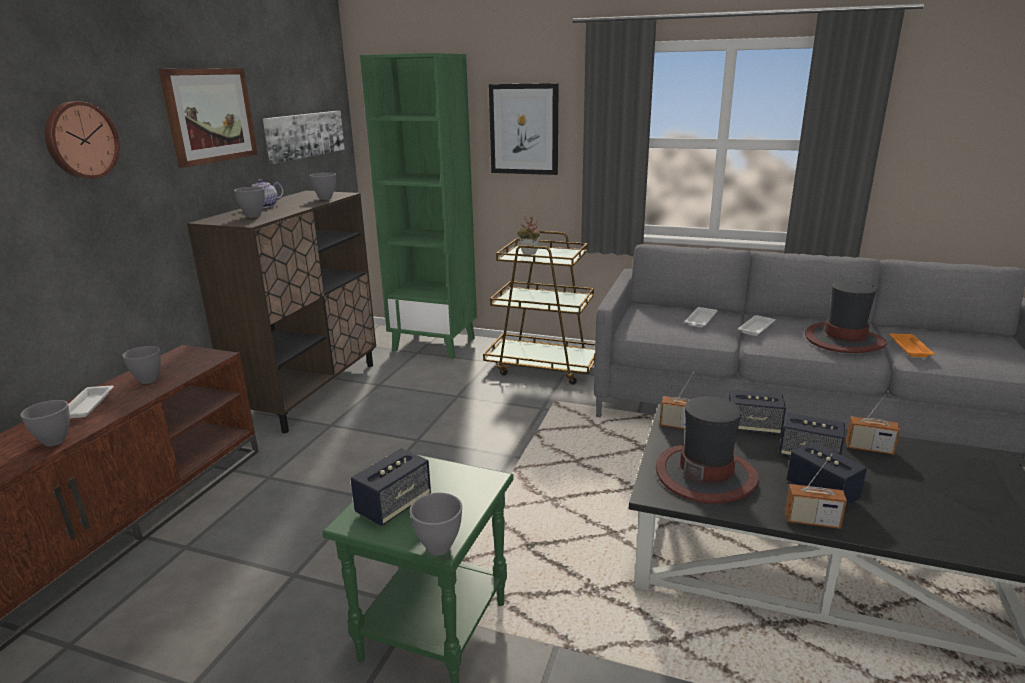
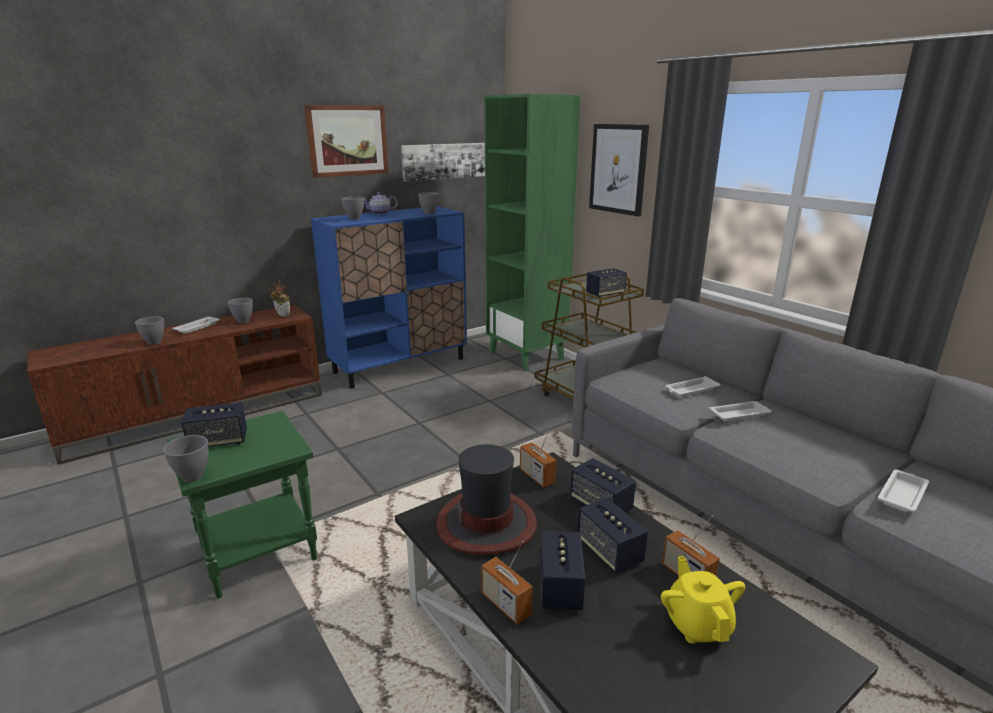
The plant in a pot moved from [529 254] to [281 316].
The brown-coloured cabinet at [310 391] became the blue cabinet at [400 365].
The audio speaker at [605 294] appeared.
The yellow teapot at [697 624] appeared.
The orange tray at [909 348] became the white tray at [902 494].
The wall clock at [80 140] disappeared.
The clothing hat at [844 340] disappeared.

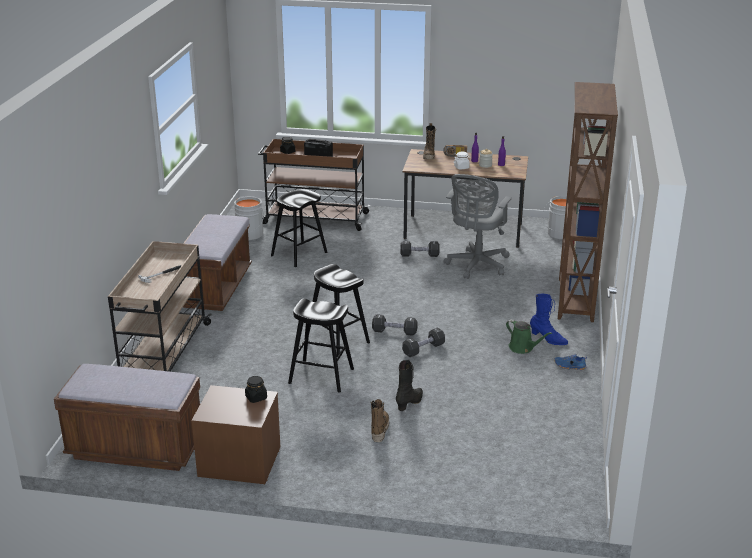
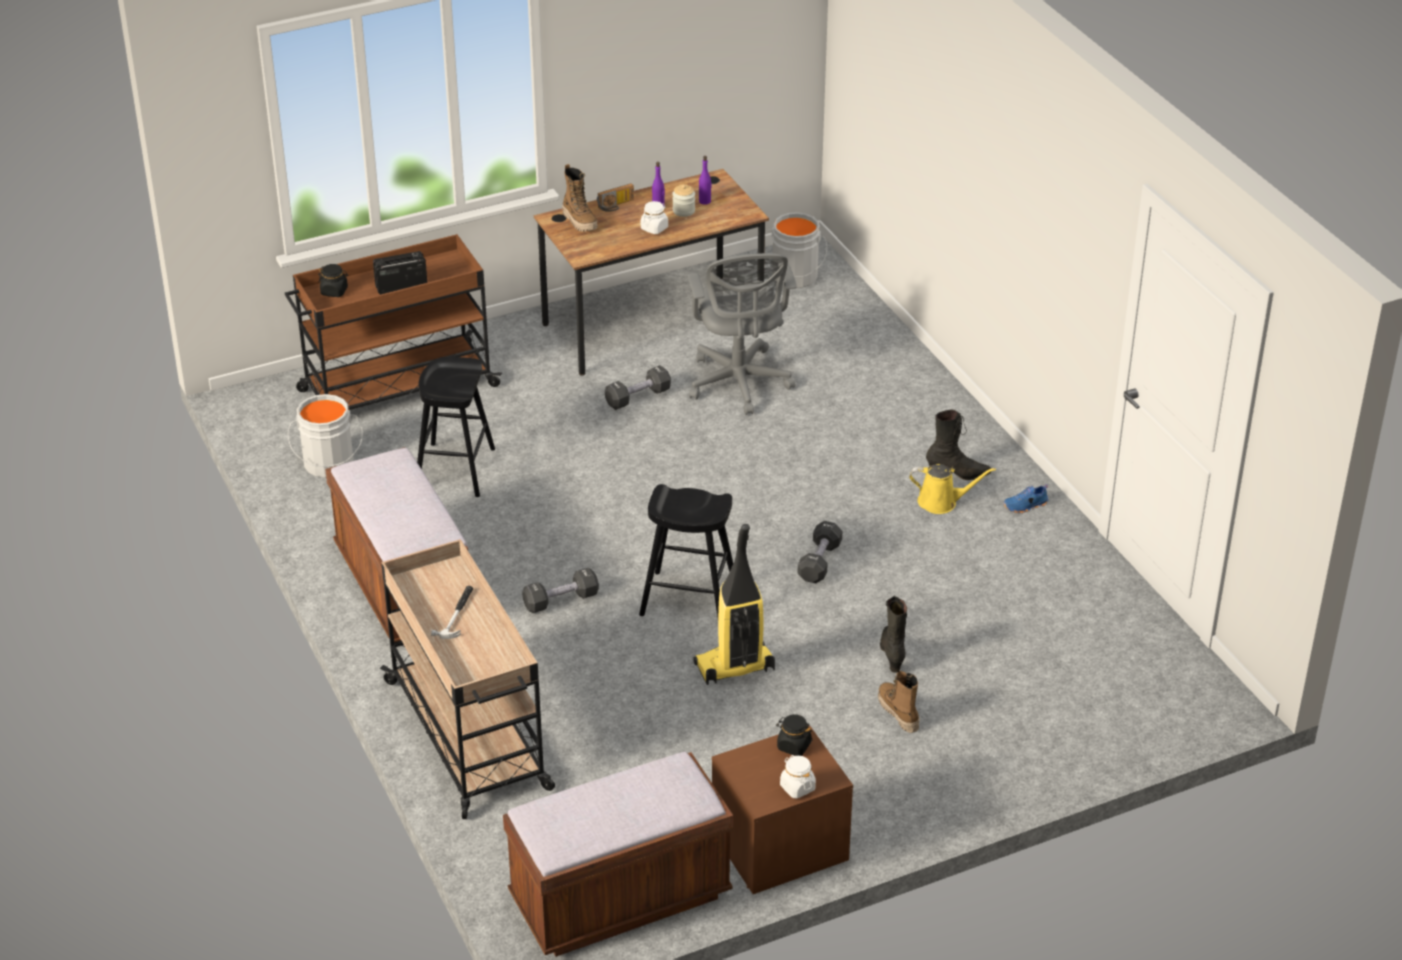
The blackish dumbbell moved from [394 332] to [561 600].
The blackish sitting stool at [321 376] was replaced by the hoover at [734 668].
The white jar at [797 787] appeared.
The greenish watering can at [523 348] became the yellow watering can at [941 502].
The blue tall boot at [548 339] became the blackish tall boot at [958 473].
The brown-coloured bookcase at [574 300] disappeared.

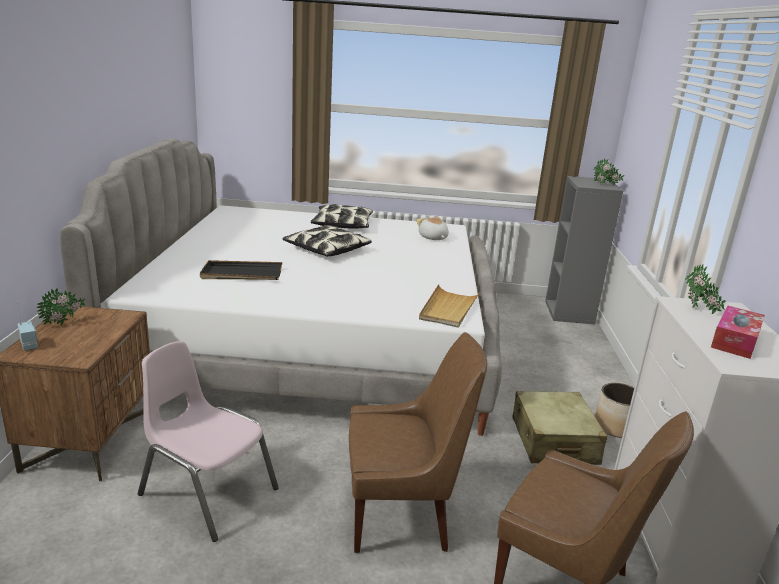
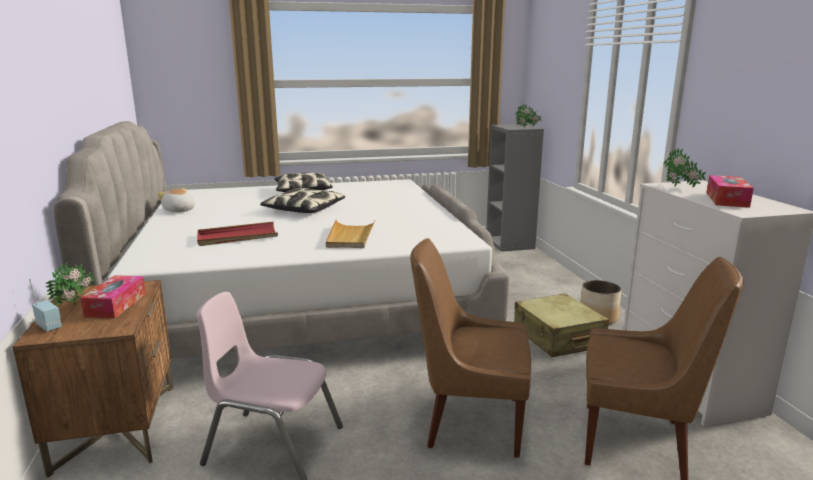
The tissue holder at [116 305] appeared.
The plush toy moved from [433 238] to [179 210].
The blackish tray at [241 274] became the red-coloured tray at [237 237].
The sand-coloured tray moved from [448 309] to [350 236].
The brown-coloured upright chair at [402 515] turned 150 degrees counterclockwise.

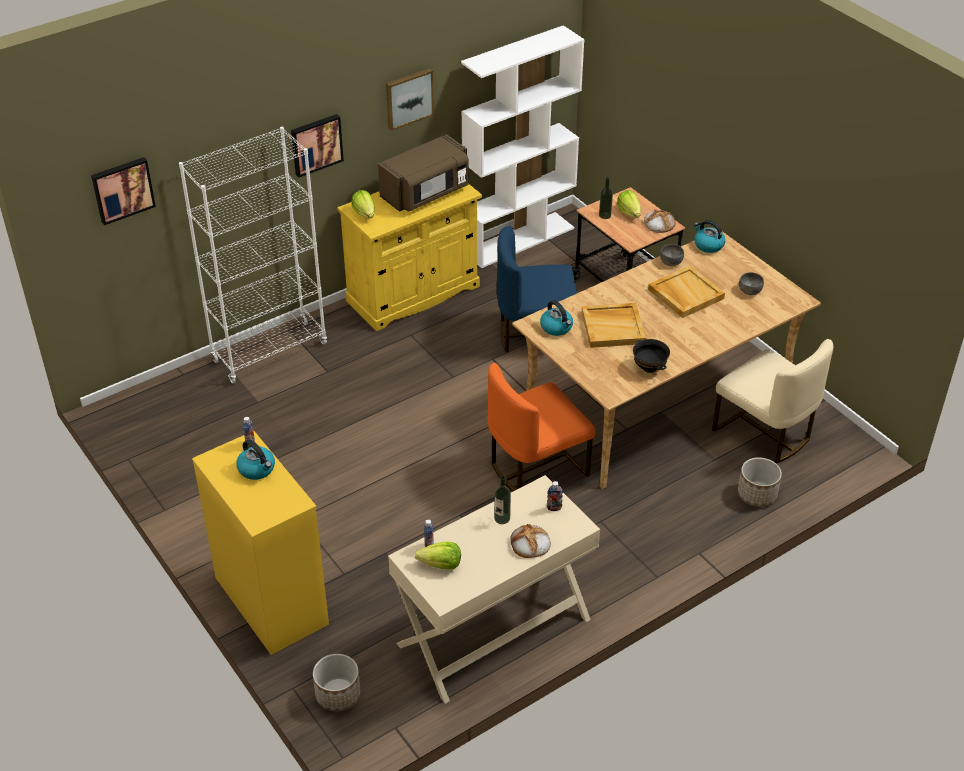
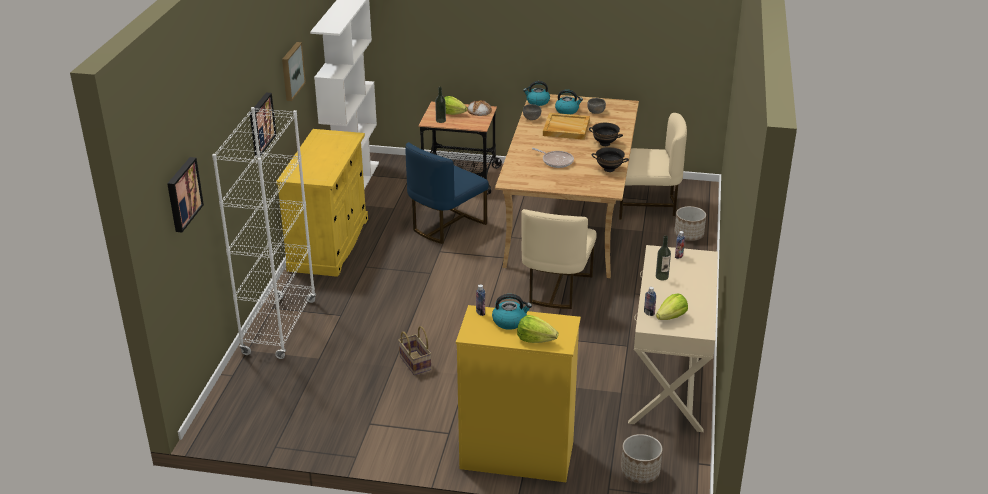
The household basket at [414 363] appeared.
The lettuce moved from [365 213] to [535 340].
The orange upright chair at [536 466] became the sand-coloured upright chair at [556 288].
The sand-coloured tray at [613 327] was replaced by the pan at [556 161].
The kettle moved from [557 327] to [567 110].
The blackish deep dish at [604 144] appeared.
The brown-coloured kitchen microwave at [426 193] disappeared.
The baked bread at [530 544] disappeared.

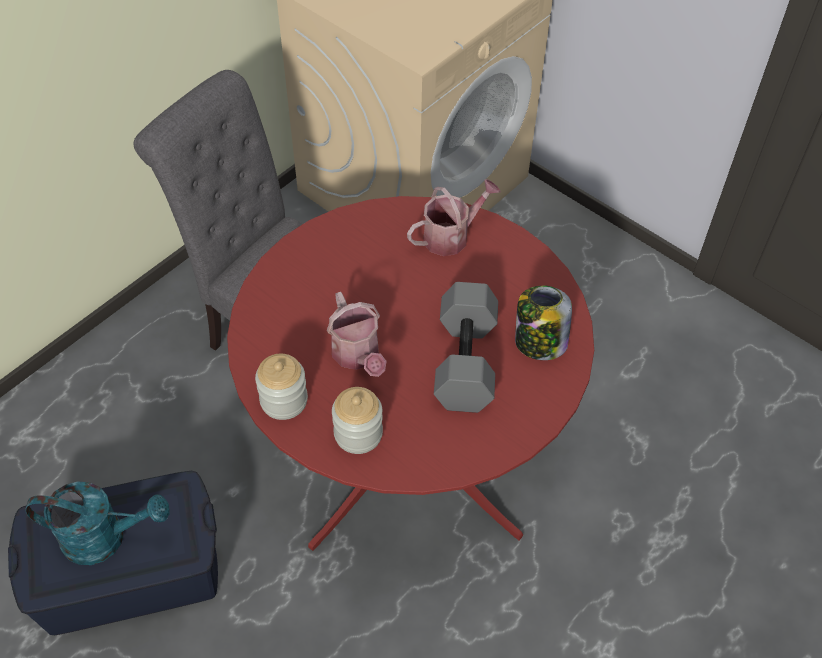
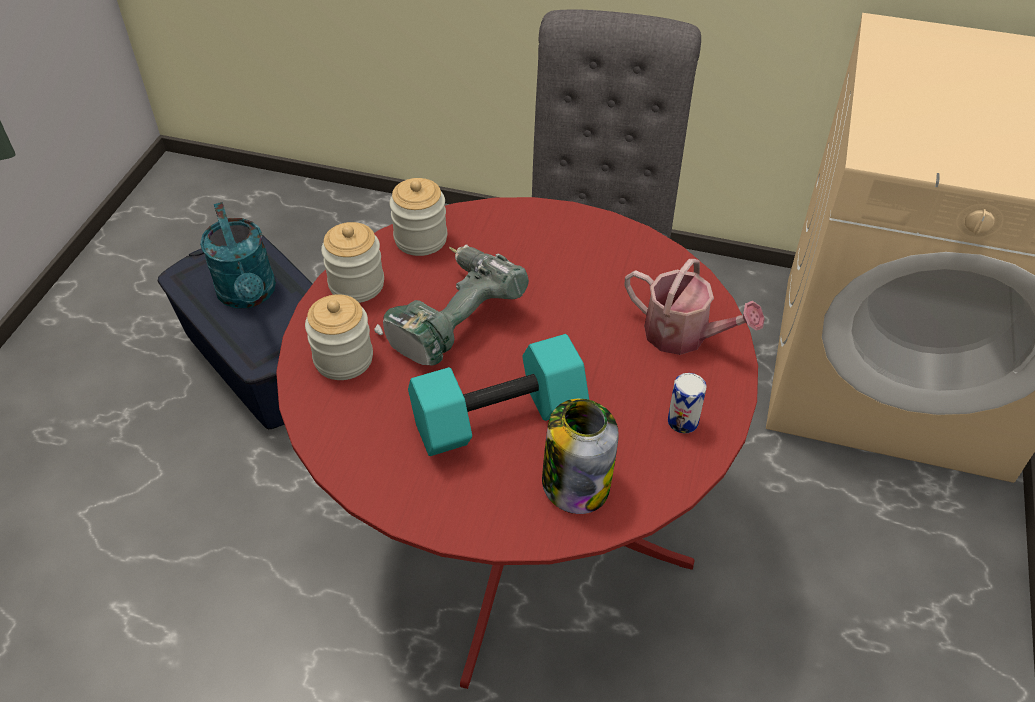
The watering can at [358 355] was replaced by the power drill at [449 319].
The jar at [420 239] appeared.
The greyish dumbbell at [467 363] became the turquoise-coloured dumbbell at [498 420].
The metal can at [683 421] appeared.

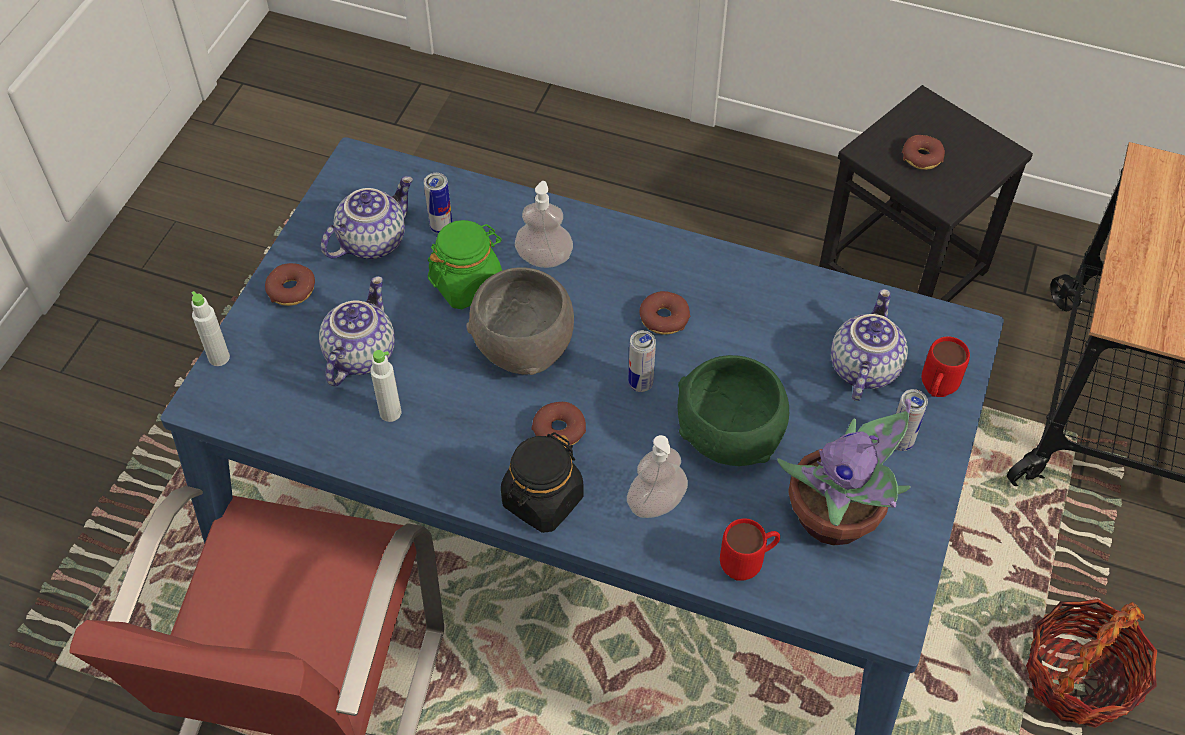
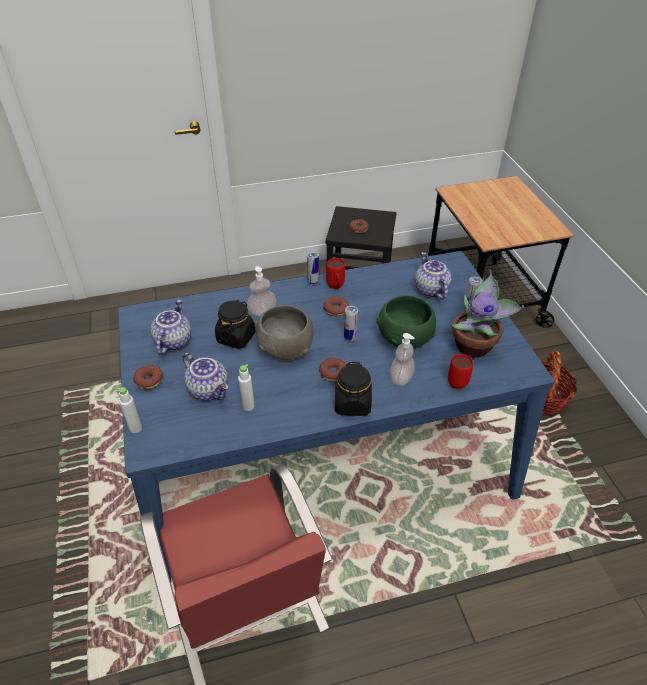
The teapot at [359 354] turned 150 degrees clockwise.
The greenish jar at [467 284] became the blackish jar at [236 337].
The metal can moved from [441 227] to [313 282].
The red-coloured tea mug moved from [935 392] to [335 287].

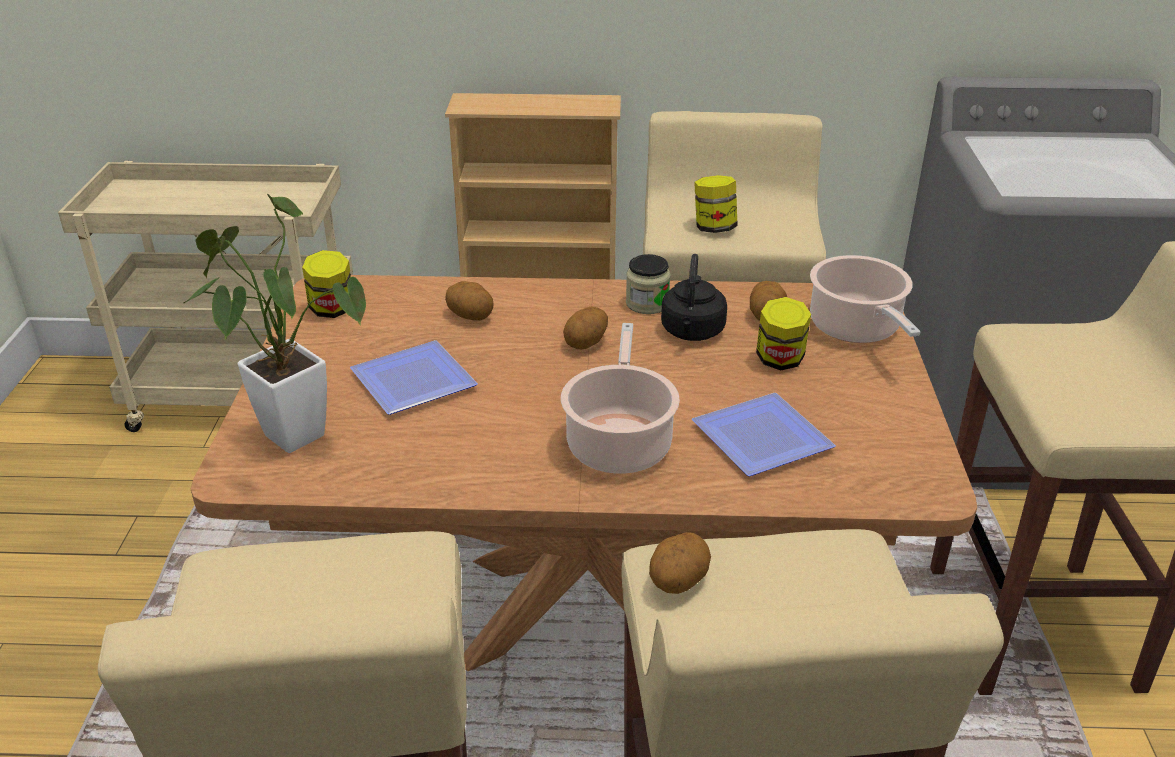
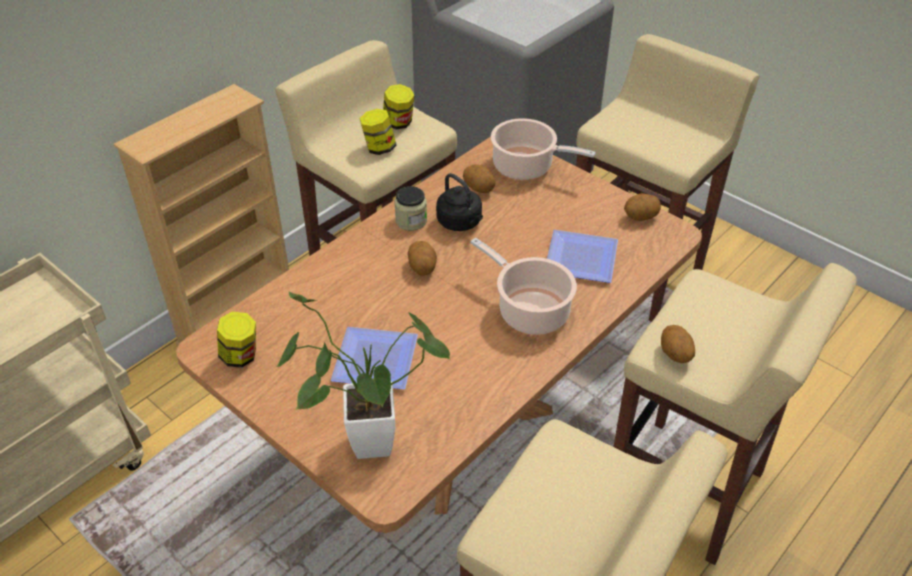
The jar moved from [780 360] to [399 123].
The whole potato moved from [471 316] to [640 217].

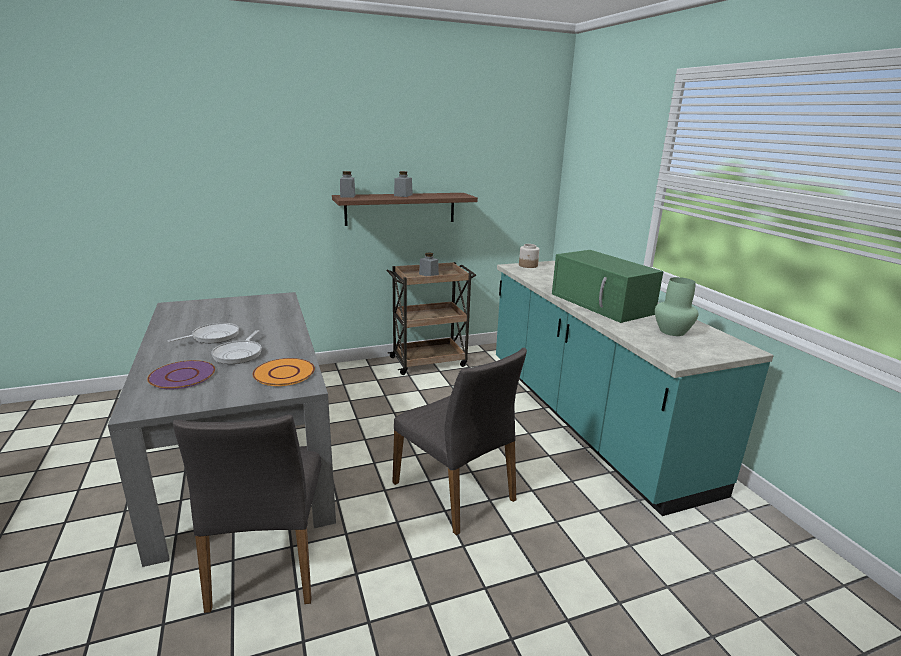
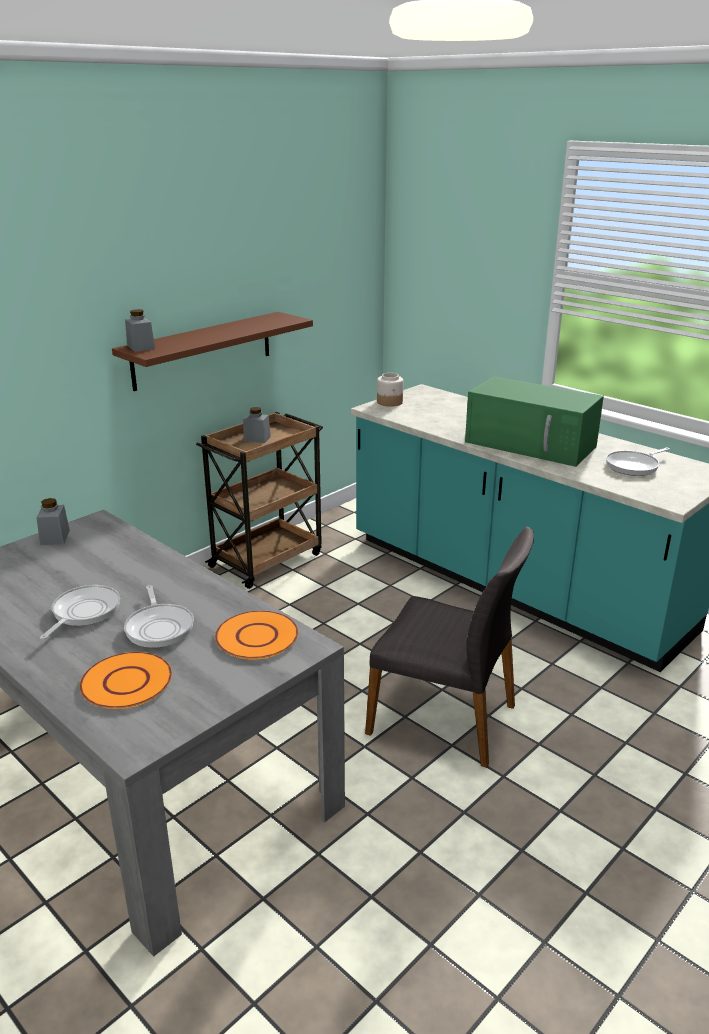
The greyish jar moved from [403 195] to [55 537].
The purplish flat dish at [183 376] became the orange flat dish at [127 681].
The greenish vase at [673 331] was replaced by the pan at [634 466].
The greyish upright chair at [269 560] disappeared.

